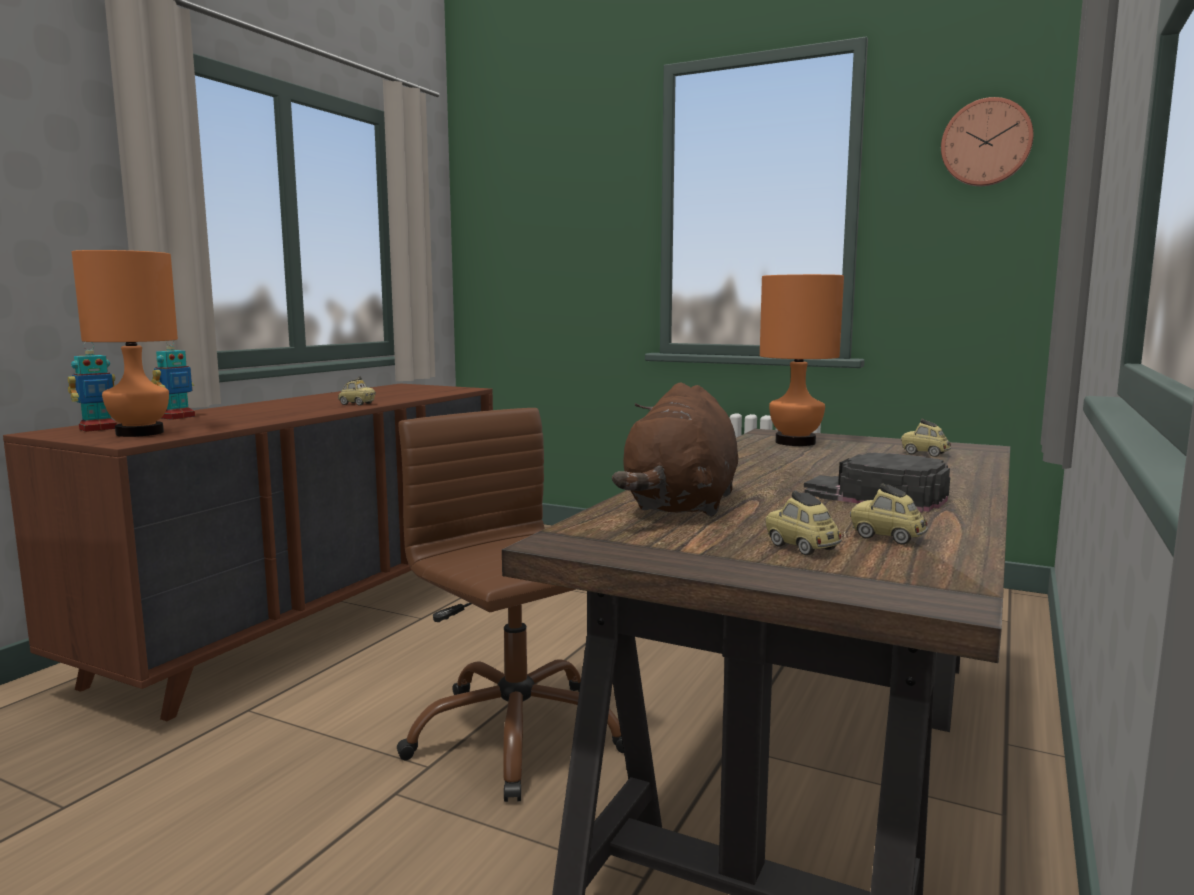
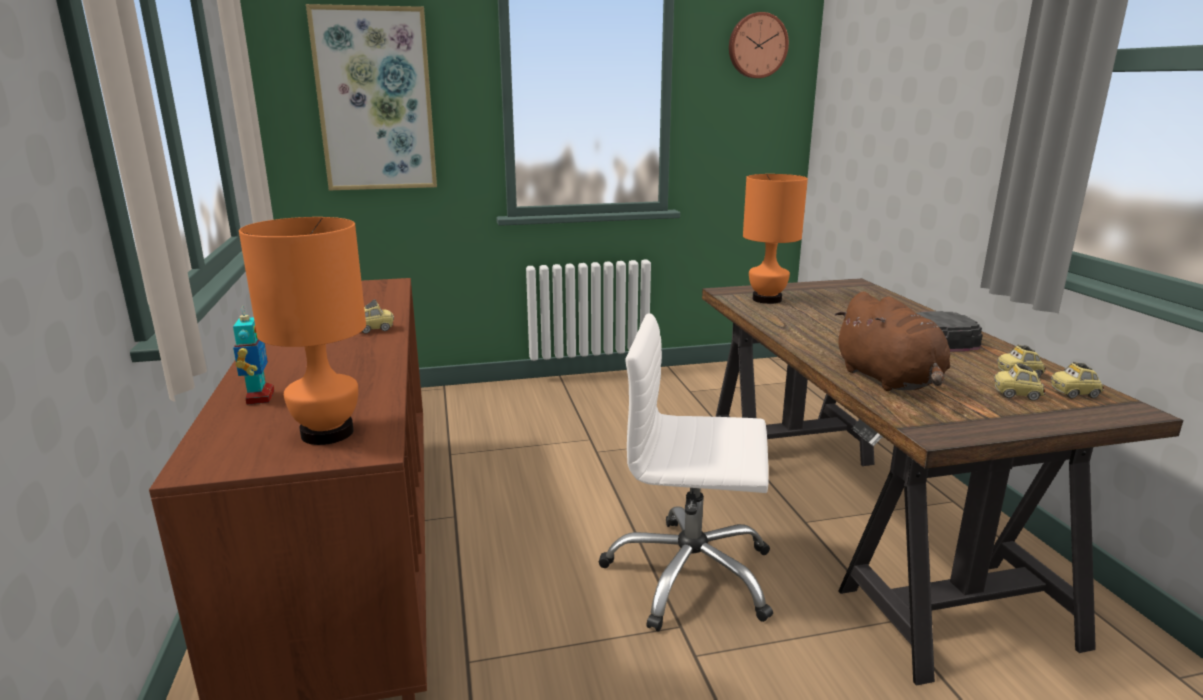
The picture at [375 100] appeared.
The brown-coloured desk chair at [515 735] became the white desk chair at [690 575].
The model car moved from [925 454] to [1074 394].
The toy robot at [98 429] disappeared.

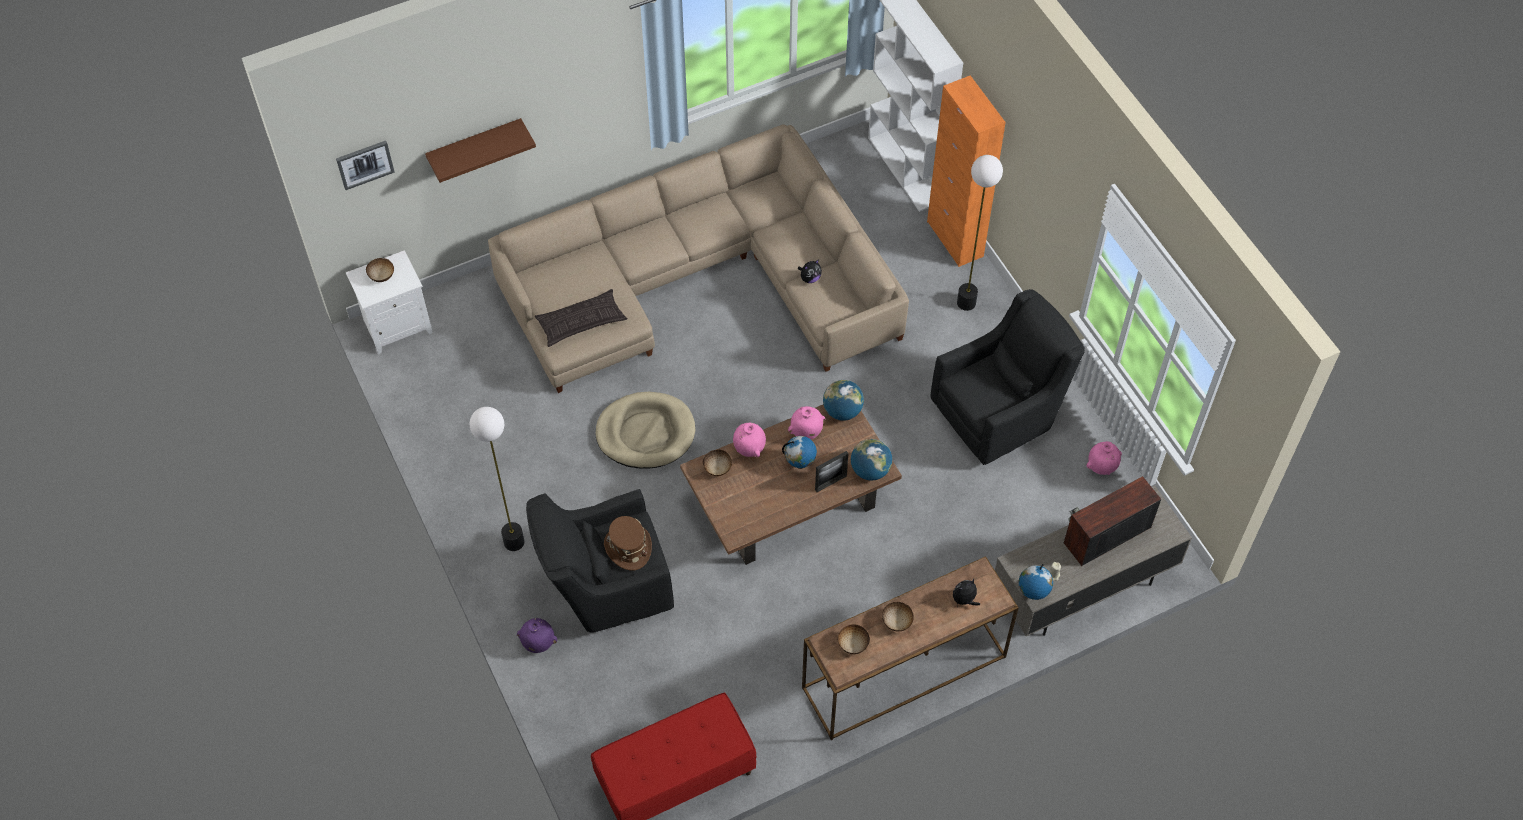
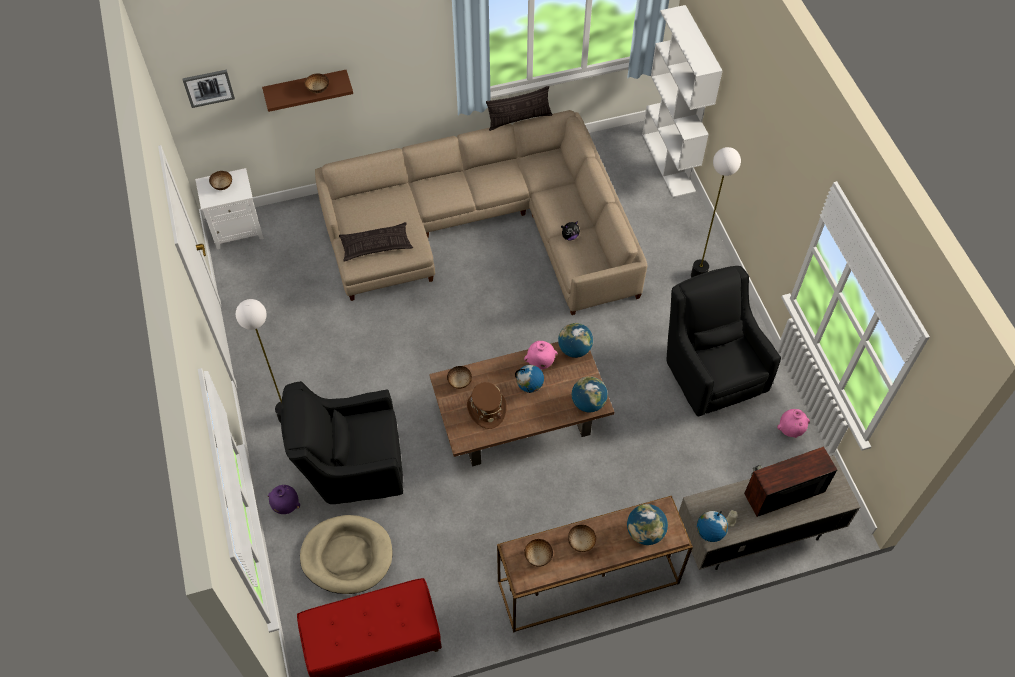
The sand-coloured pet bed moved from [645 433] to [347 556].
The deep dish at [318 89] appeared.
The brown-coloured clothing hat moved from [628 547] to [486 409].
The pillow at [519 119] appeared.
The plush toy at [964 600] was replaced by the desk globe at [645 532].
The blackish armchair at [999 414] turned 90 degrees counterclockwise.
The pink vase at [749 449] disappeared.
The photo frame at [830 483] disappeared.
The orange cabinet at [954 239] disappeared.

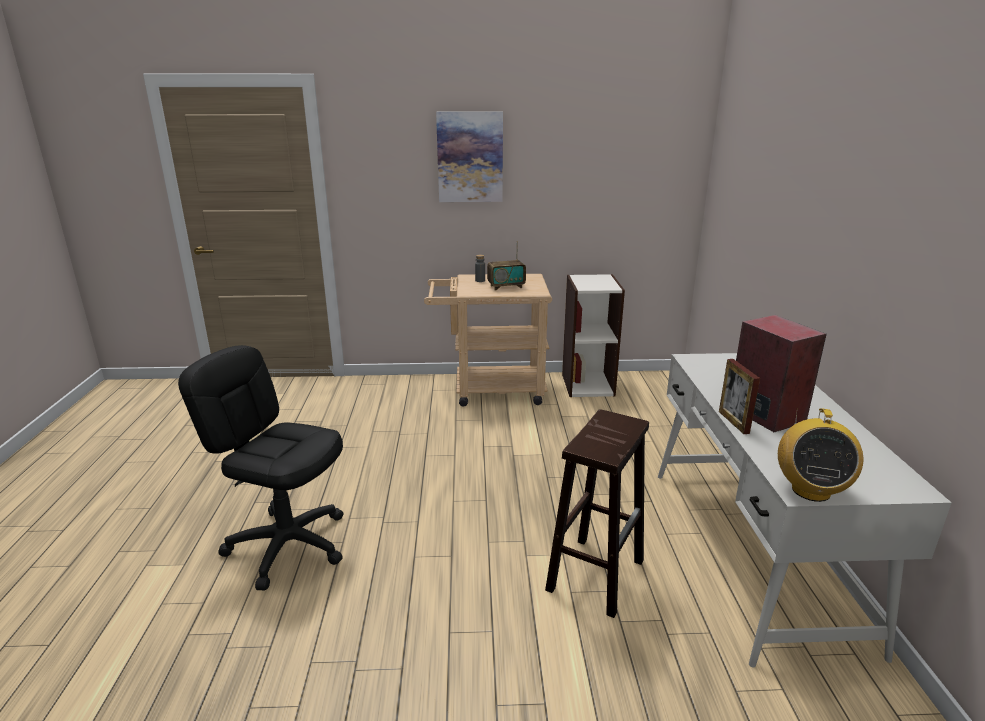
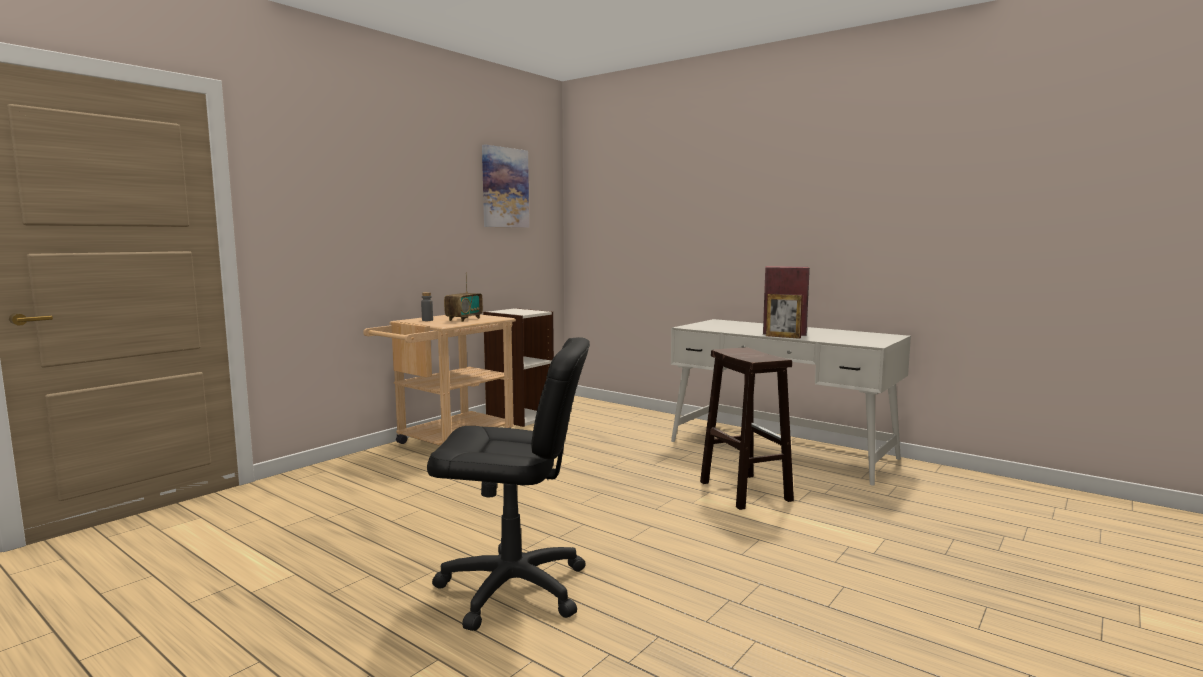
The blackish desk chair at [288 545] turned 150 degrees counterclockwise.
The picture moved from [470 157] to [504 187].
The radio at [810 490] disappeared.

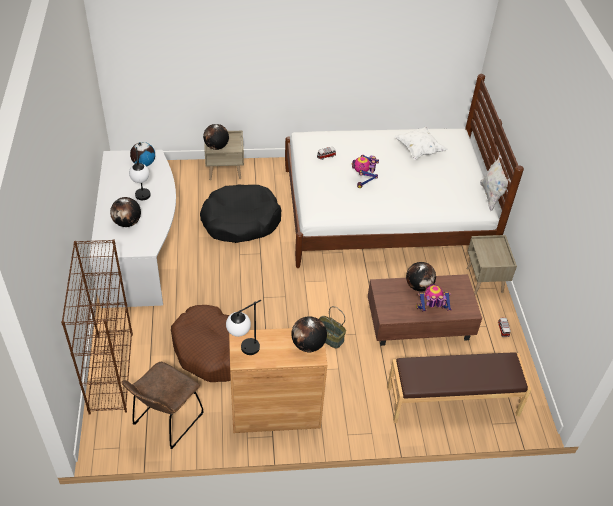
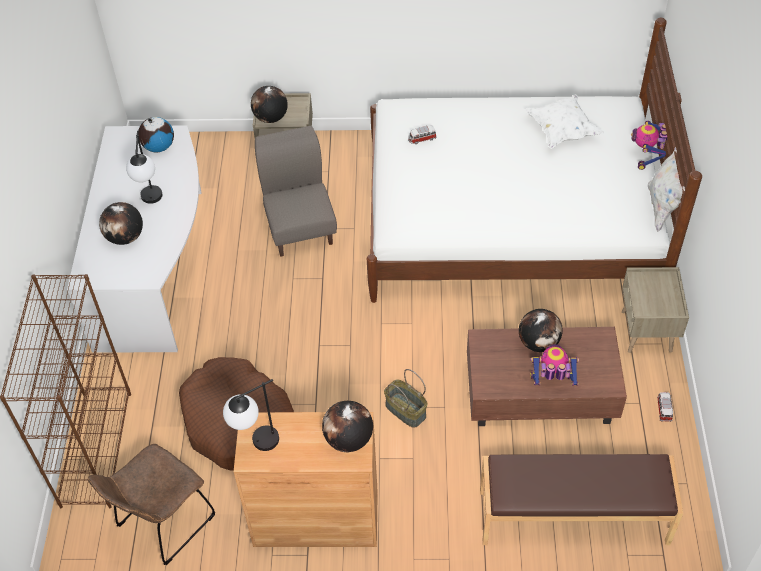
The blackish pet bed at [240 221] was replaced by the greyish upright chair at [300 228].
The toy robot moved from [364 180] to [647 157].

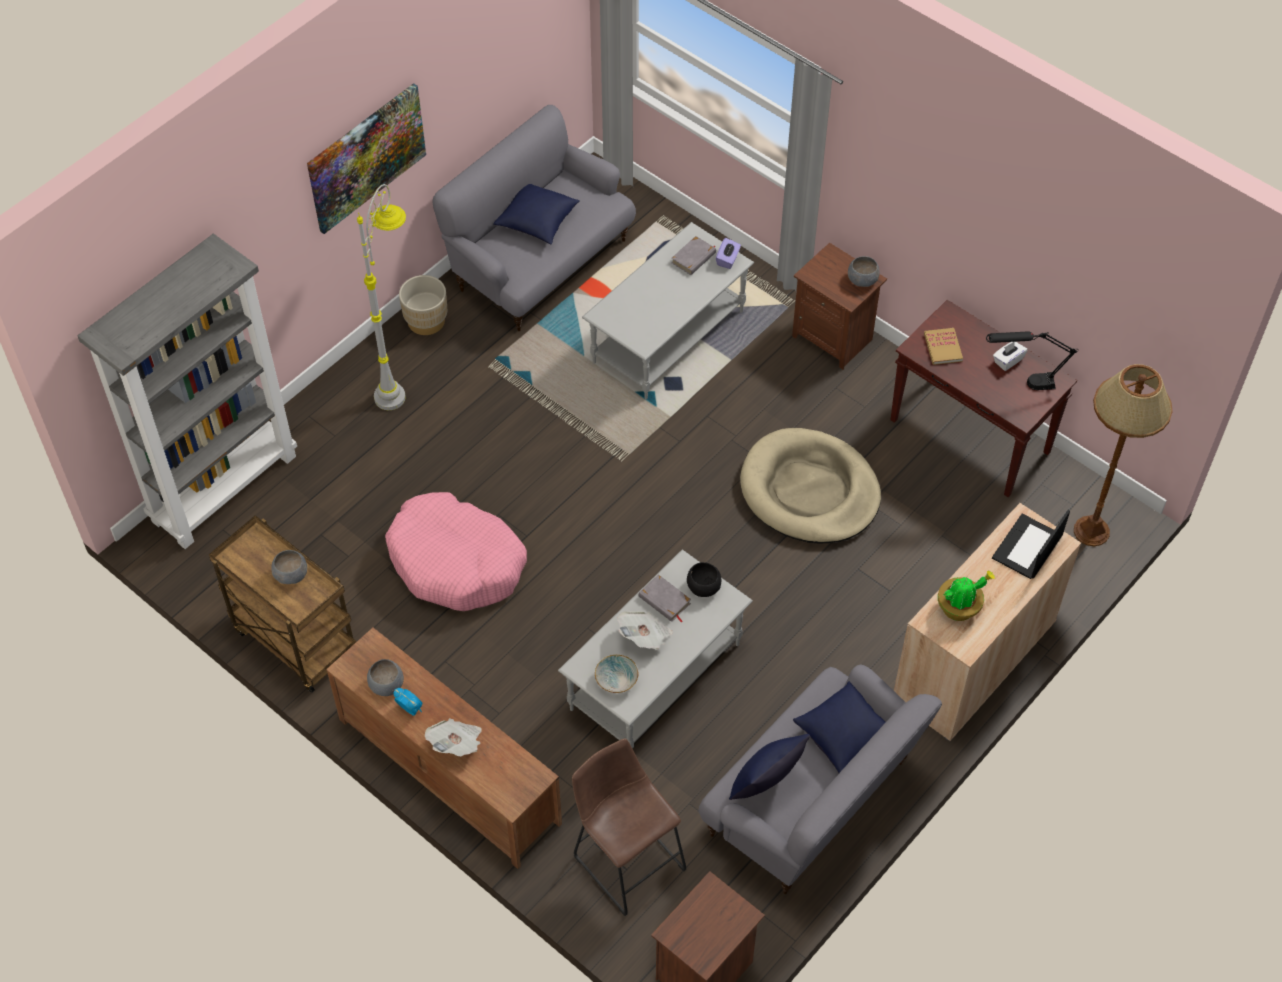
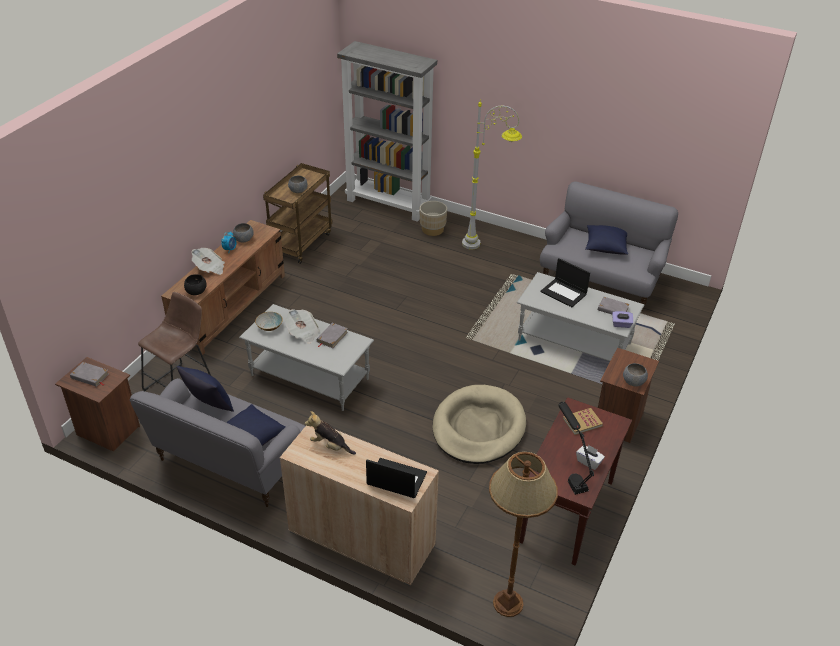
The greyish volume at [90 376] appeared.
The blackish deep dish moved from [704 587] to [196 292].
The plant in a pot at [960 608] was replaced by the plush toy at [330 446].
The sand-coloured planter moved from [426 321] to [432 230].
The portable computer at [564 293] appeared.
The picture at [366 157] disappeared.
The pink pet bed at [456 562] disappeared.

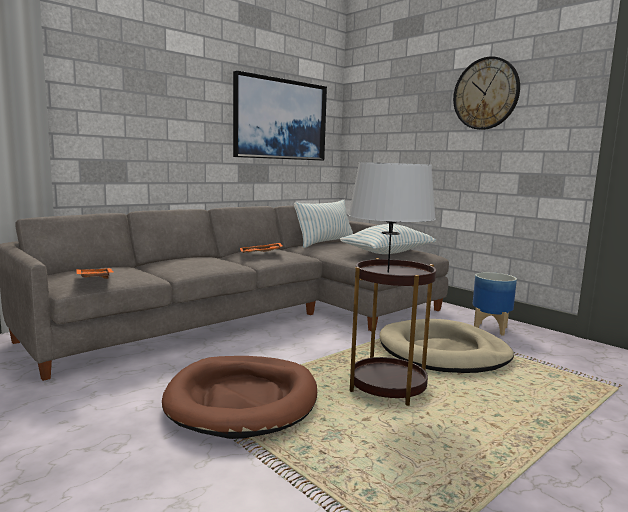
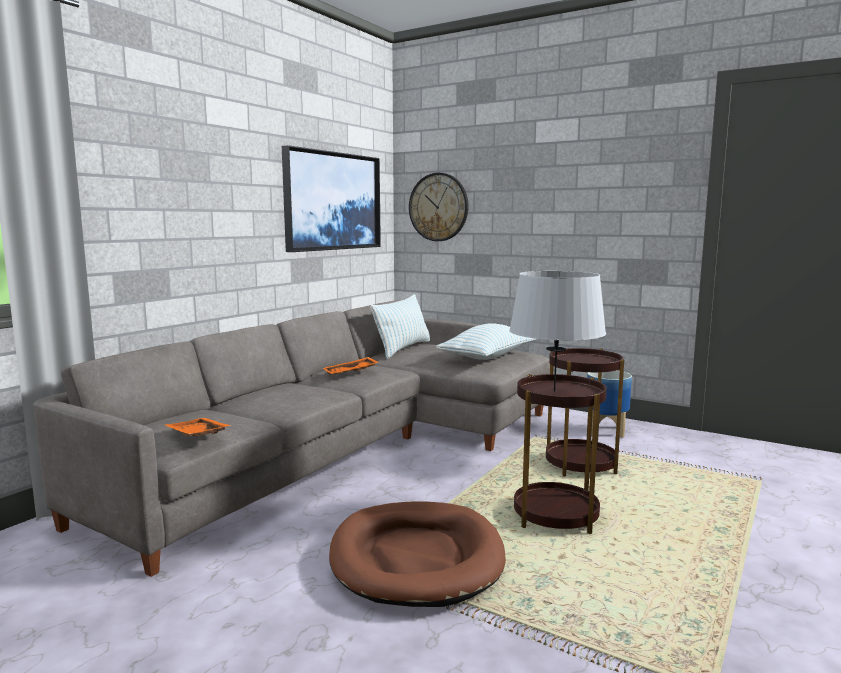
The wall clock moved from [486 94] to [438 207].
The sand-coloured pet bed at [443 352] was replaced by the brown-coloured side table at [580 465].

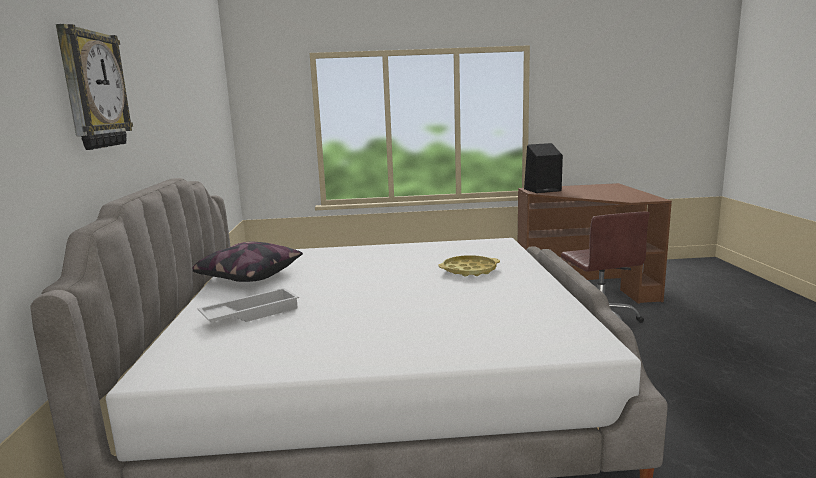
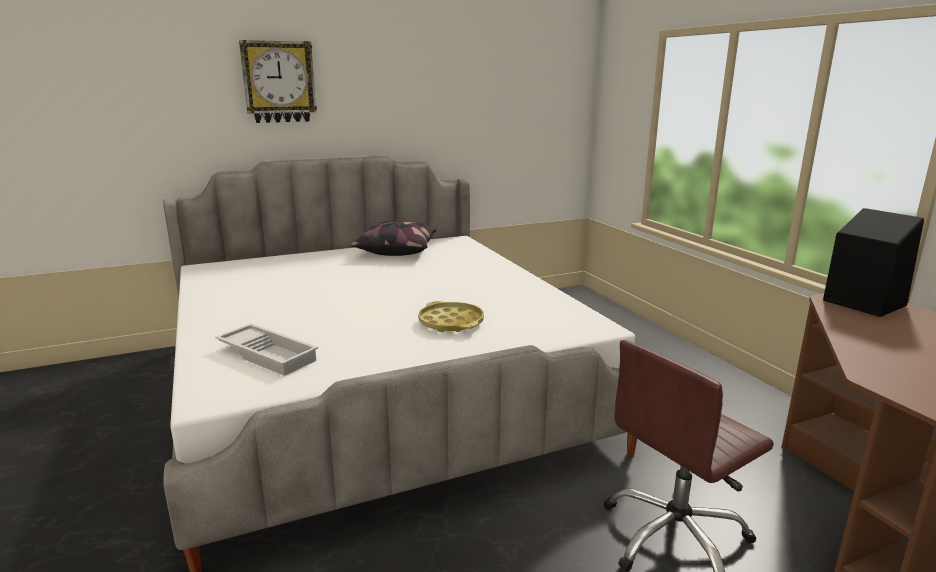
The white tray moved from [251 313] to [269 354].

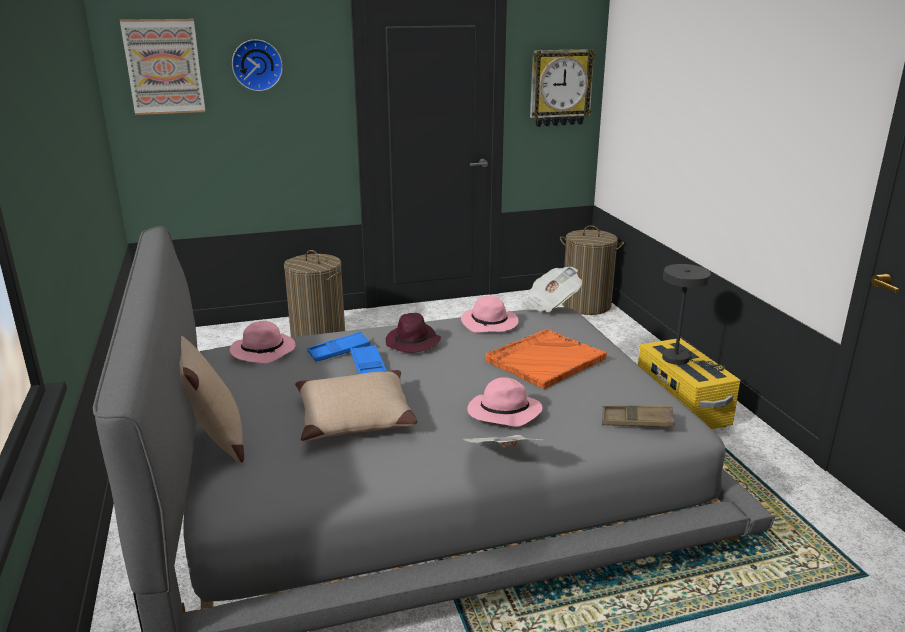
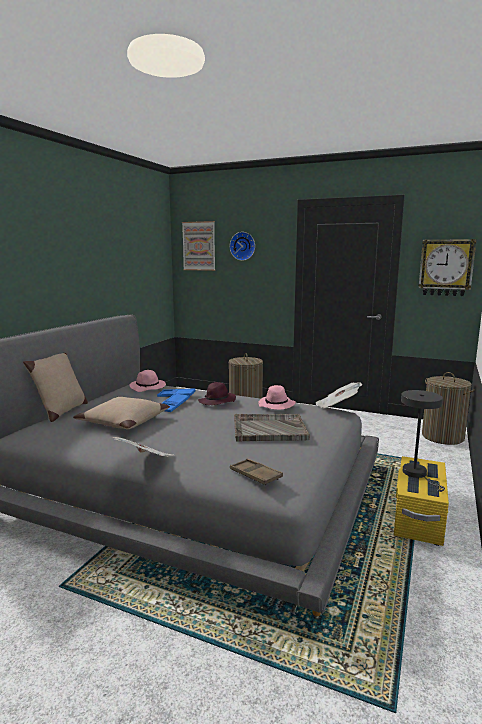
The orange tray at [544 360] became the greyish tray at [268 429].
The pink clothing hat at [503 413] disappeared.

